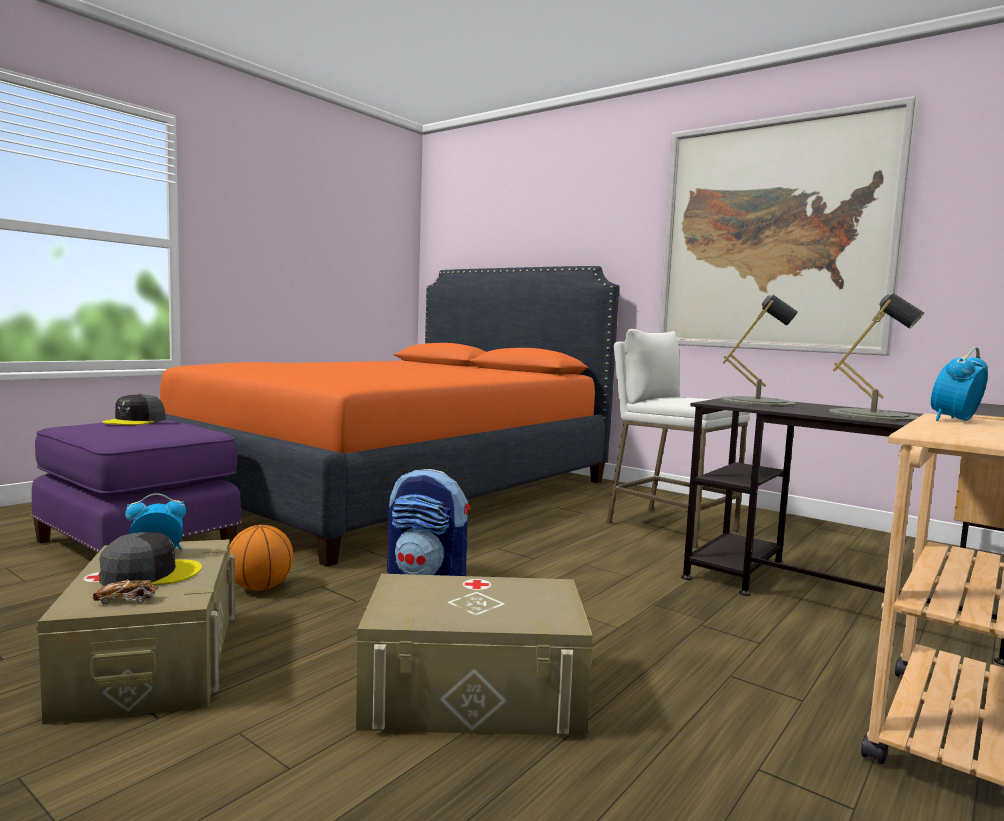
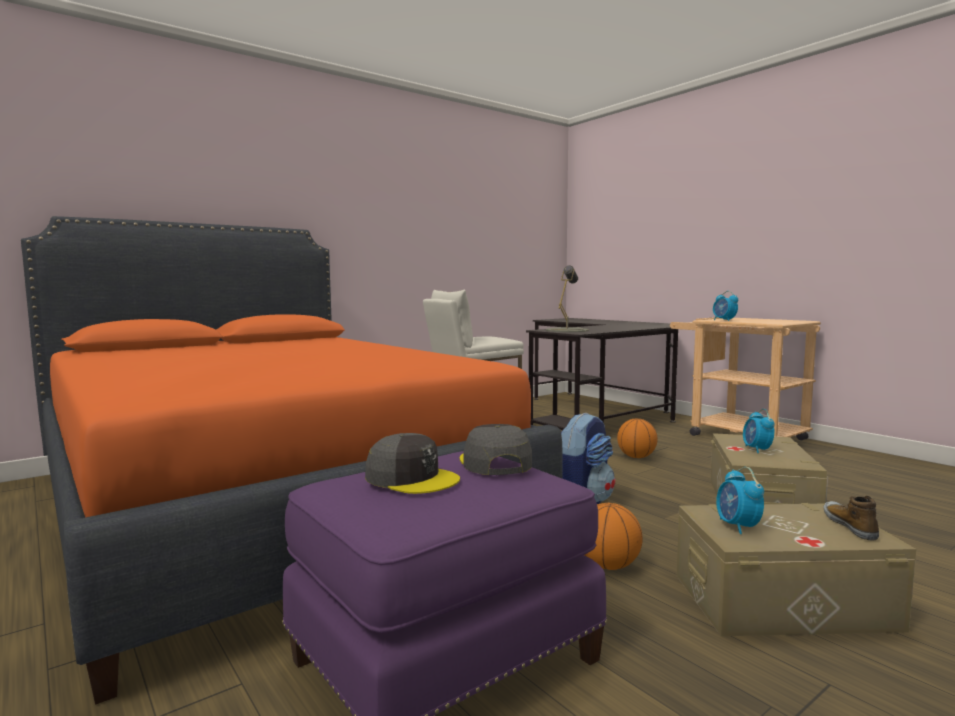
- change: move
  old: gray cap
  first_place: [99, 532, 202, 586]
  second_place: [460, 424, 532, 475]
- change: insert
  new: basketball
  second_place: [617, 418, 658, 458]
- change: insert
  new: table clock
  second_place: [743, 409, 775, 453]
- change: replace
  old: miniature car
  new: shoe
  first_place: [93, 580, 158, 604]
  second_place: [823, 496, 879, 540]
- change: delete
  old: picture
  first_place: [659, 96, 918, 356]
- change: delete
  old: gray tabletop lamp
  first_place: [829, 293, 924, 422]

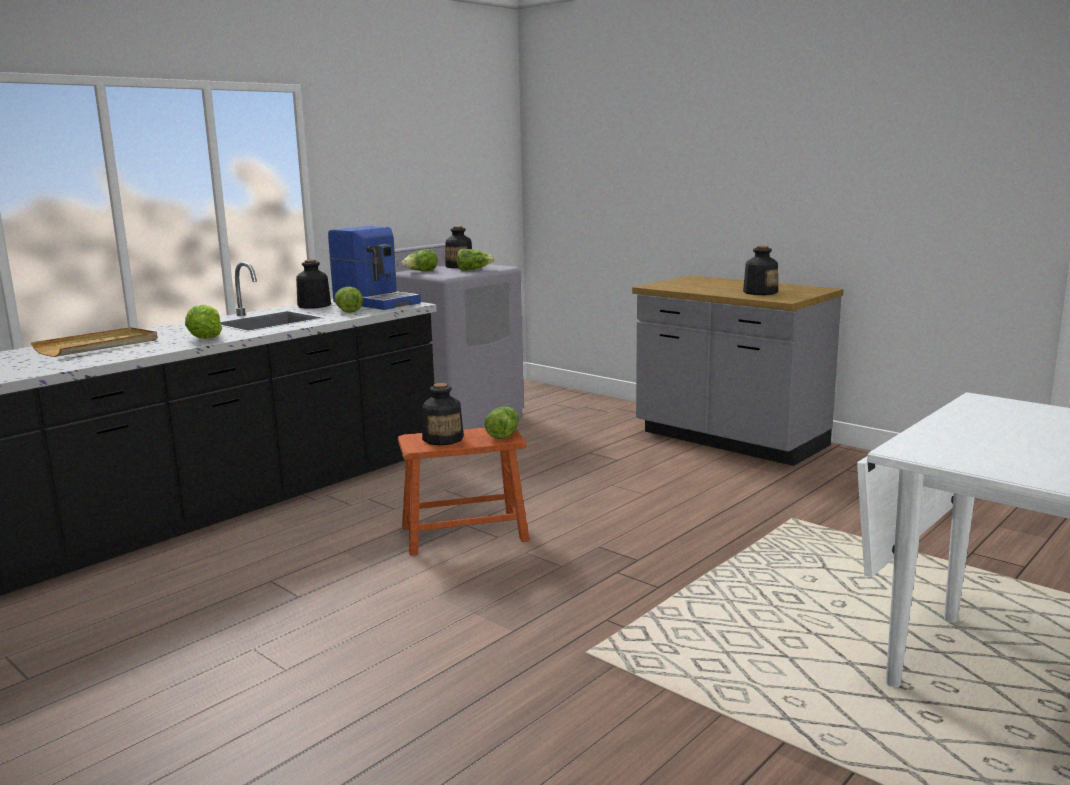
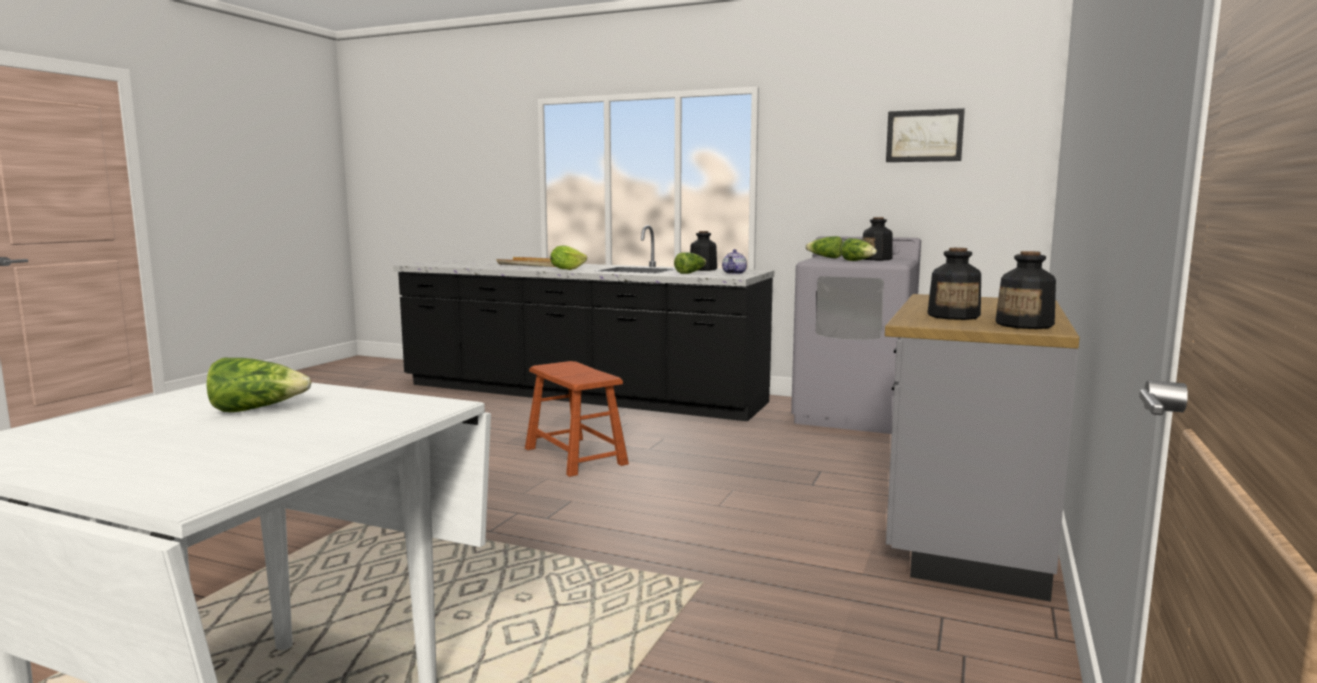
- change: move
  old: lettuce
  first_place: [484, 407, 519, 439]
  second_place: [207, 358, 311, 412]
- change: replace
  old: coffee machine
  new: teapot
  first_place: [328, 226, 421, 310]
  second_place: [722, 249, 747, 274]
- change: insert
  new: picture
  second_place: [886, 108, 965, 162]
- change: move
  old: drink bottle
  first_place: [422, 383, 464, 445]
  second_place: [995, 251, 1056, 329]

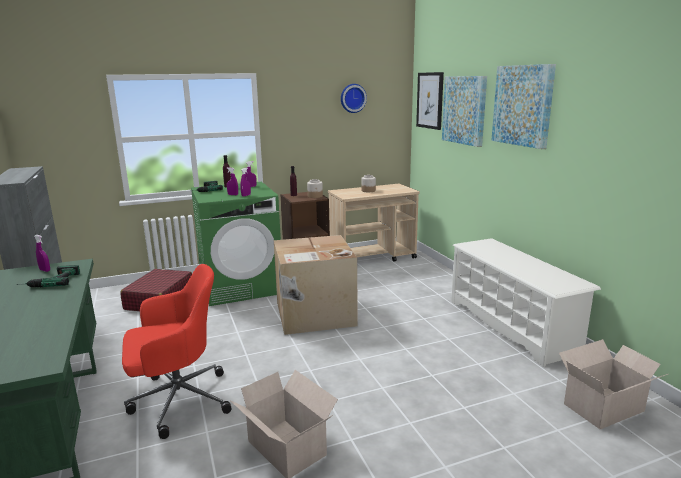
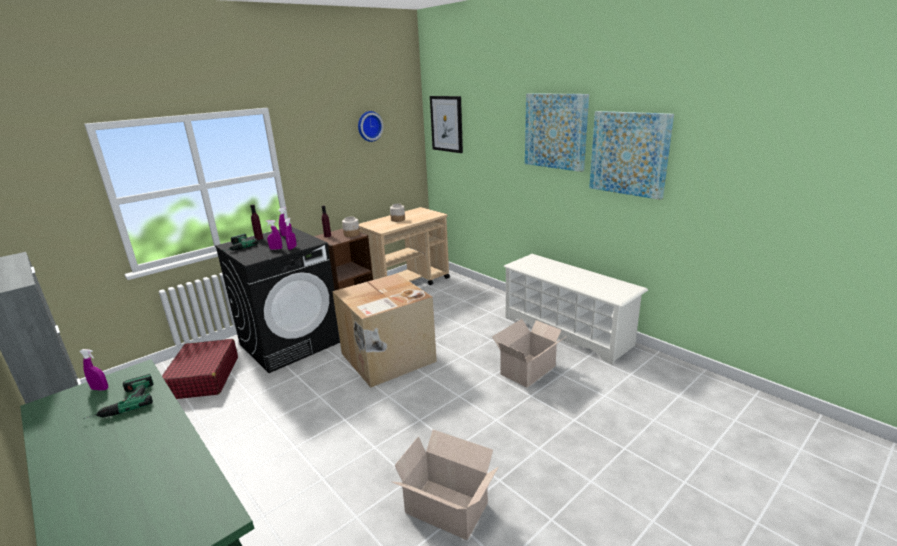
- change: recolor
  old: greenish laundry appliance
  new: blackish laundry appliance
  first_place: [191, 182, 281, 306]
  second_place: [215, 226, 340, 373]
- change: move
  old: carton
  first_place: [559, 339, 668, 429]
  second_place: [492, 319, 567, 388]
- change: move
  old: picture
  first_place: [442, 76, 487, 147]
  second_place: [589, 111, 674, 200]
- change: delete
  old: red office chair
  first_place: [122, 264, 231, 439]

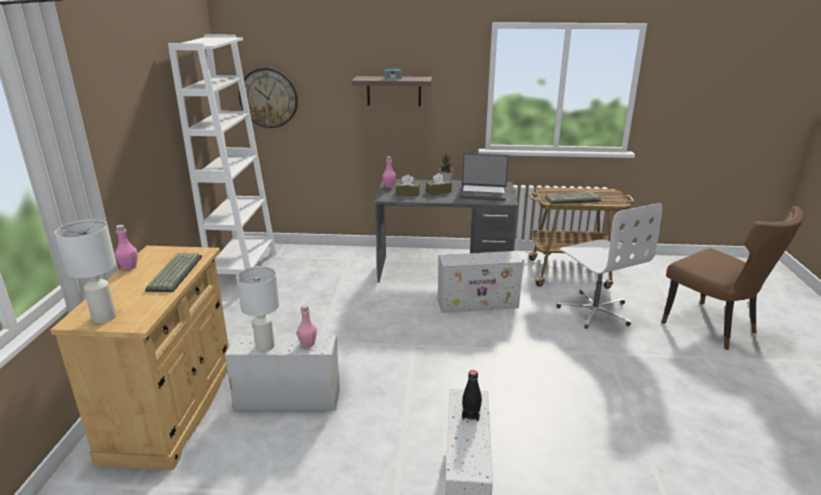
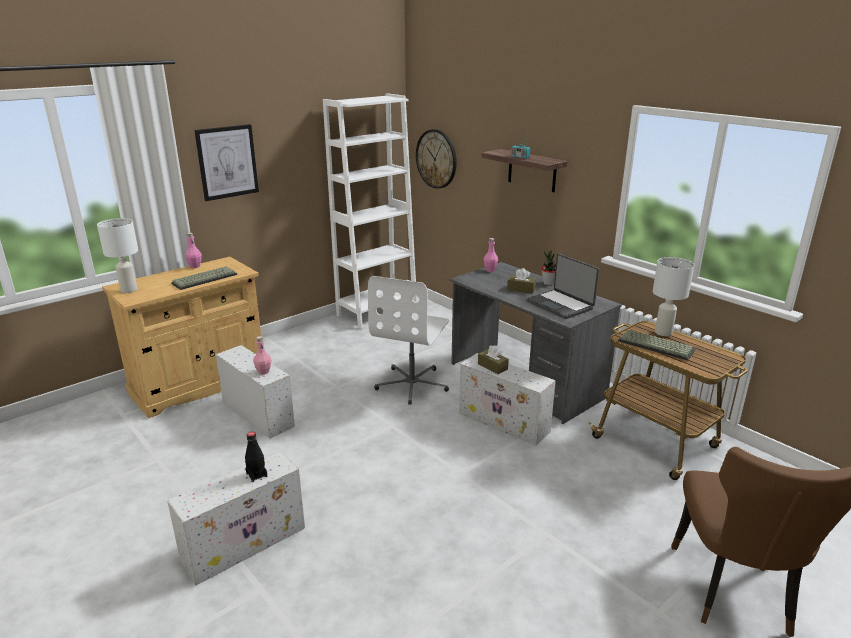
- change: insert
  new: picture
  second_place: [194, 124, 259, 201]
- change: move
  old: white office chair
  first_place: [557, 203, 662, 329]
  second_place: [368, 276, 449, 405]
- change: move
  old: brown-coloured tissue box
  first_place: [396, 175, 420, 196]
  second_place: [478, 345, 509, 374]
- change: move
  old: white tabletop lamp
  first_place: [236, 266, 279, 352]
  second_place: [653, 257, 694, 336]

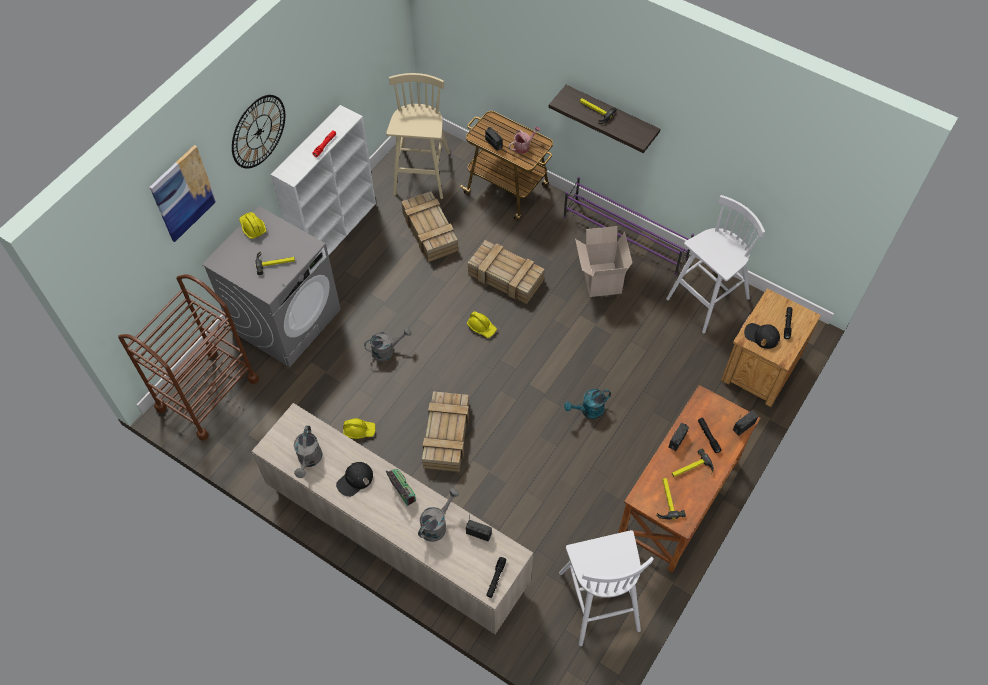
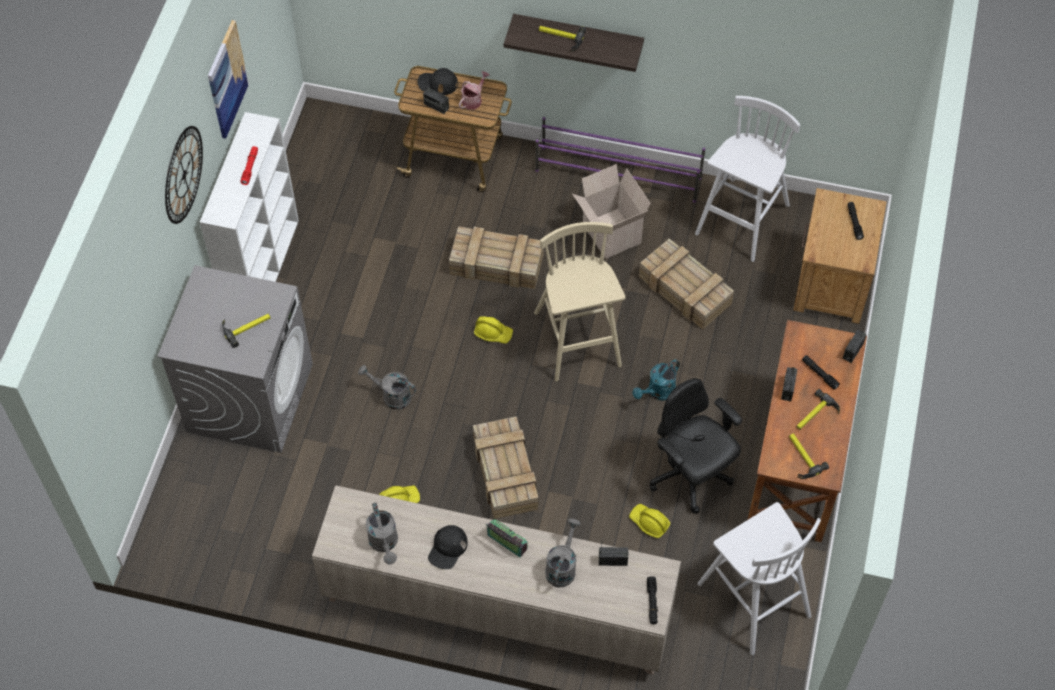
- change: move
  old: picture
  first_place: [149, 145, 216, 242]
  second_place: [208, 20, 249, 139]
- change: rotate
  old: gray watering pot
  first_place: [364, 327, 411, 361]
  second_place: [358, 365, 416, 410]
  degrees: -120
- change: move
  old: blackish cap
  first_place: [744, 323, 780, 349]
  second_place: [417, 68, 458, 95]
- change: move
  old: beige-coloured sitting stool
  first_place: [386, 73, 450, 199]
  second_place: [534, 222, 625, 382]
- change: move
  old: yellowish safety helmet
  first_place: [239, 212, 266, 239]
  second_place: [629, 504, 670, 538]
- change: move
  old: packing crate
  first_place: [401, 191, 458, 262]
  second_place: [639, 239, 734, 329]
- change: insert
  new: blackish office chair
  second_place: [650, 378, 742, 514]
- change: delete
  old: brown-coloured wheeled cart
  first_place: [118, 274, 259, 441]

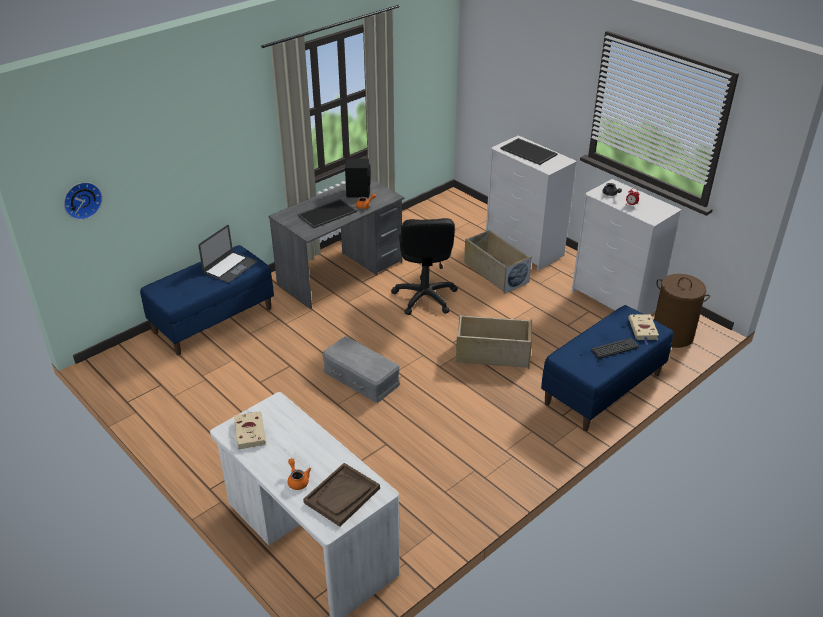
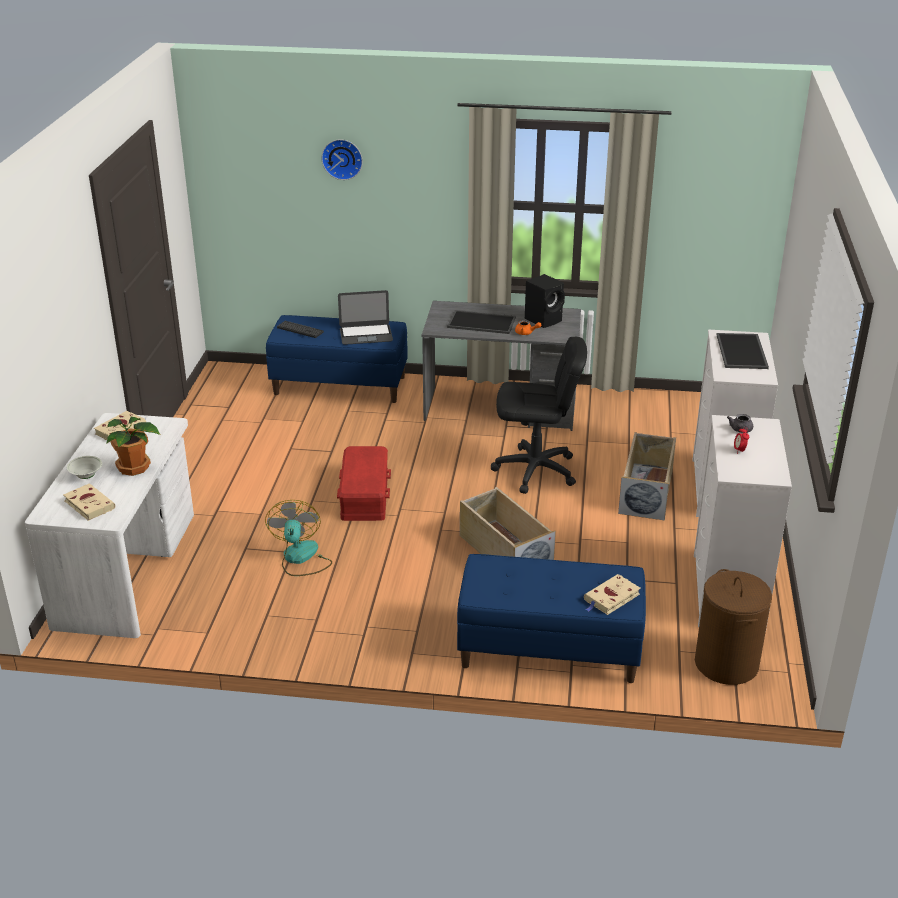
- change: replace
  old: brown-coloured tray
  new: beige-coloured book
  first_place: [303, 463, 380, 527]
  second_place: [63, 484, 116, 521]
- change: replace
  old: orange teapot
  new: white deep dish
  first_place: [288, 458, 311, 490]
  second_place: [67, 456, 102, 479]
- change: insert
  new: potted plant
  second_place: [106, 417, 160, 476]
- change: insert
  new: electric fan
  second_place: [265, 500, 332, 576]
- change: move
  old: computer keyboard
  first_place: [591, 338, 639, 359]
  second_place: [277, 321, 324, 338]
- change: move
  old: hanging clock
  first_place: [64, 182, 103, 220]
  second_place: [321, 139, 363, 180]
- change: recolor
  old: gray storage bin
  new: red storage bin
  first_place: [322, 336, 400, 403]
  second_place: [337, 446, 391, 521]
- change: rotate
  old: blackish office chair
  first_place: [391, 218, 458, 315]
  second_place: [491, 337, 587, 494]
  degrees: -135

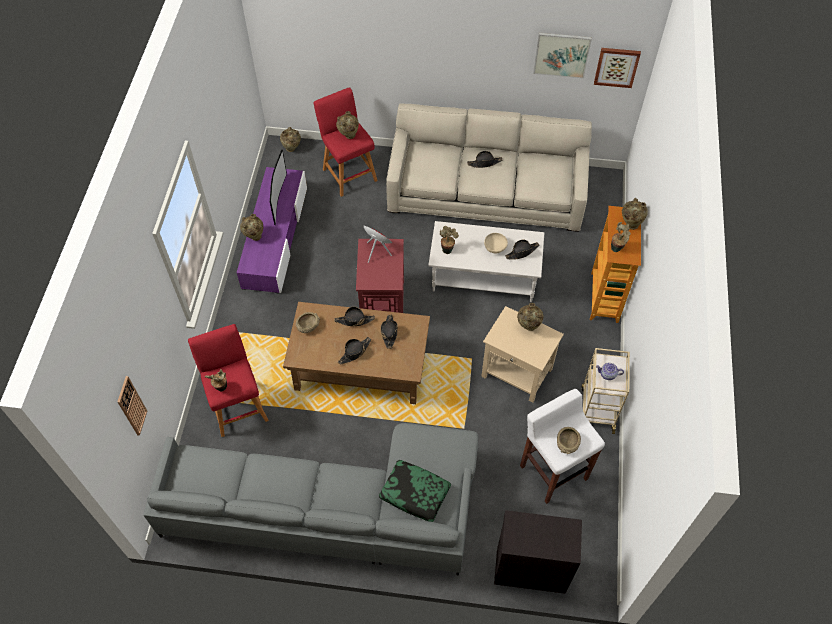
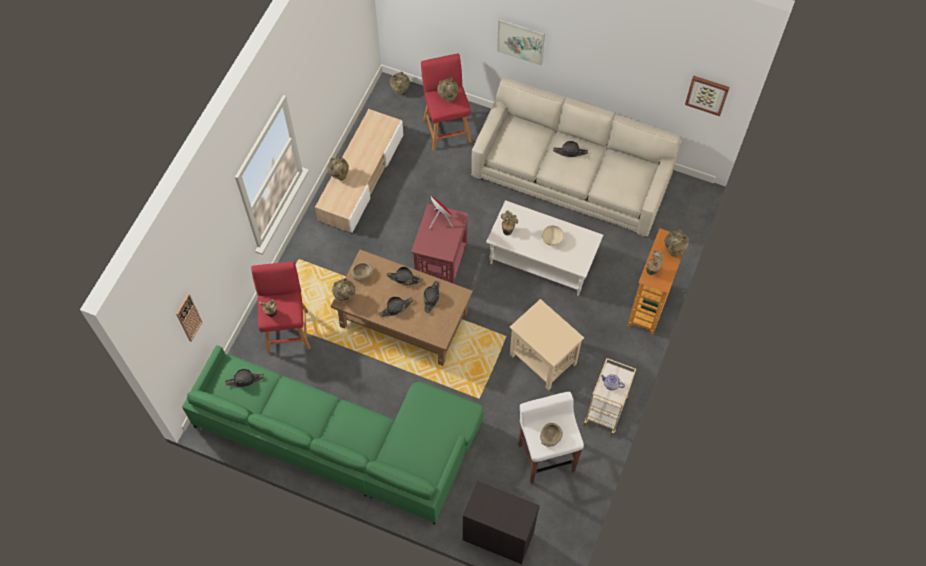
- change: recolor
  old: gray sofa
  new: greenish sofa
  first_place: [143, 423, 478, 576]
  second_place: [182, 345, 484, 525]
- change: move
  old: blackish hat
  first_place: [505, 240, 540, 260]
  second_place: [225, 369, 264, 387]
- change: recolor
  old: purplish media console
  new: beige-coloured media console
  first_place: [236, 167, 307, 293]
  second_place: [315, 109, 404, 233]
- change: move
  old: beige-coloured vase
  first_place: [517, 303, 544, 331]
  second_place: [332, 278, 355, 302]
- change: move
  old: picture
  first_place: [533, 33, 592, 79]
  second_place: [497, 19, 545, 66]
- change: delete
  old: TV
  first_place: [270, 149, 287, 225]
- change: delete
  old: throw pillow
  first_place: [379, 460, 451, 522]

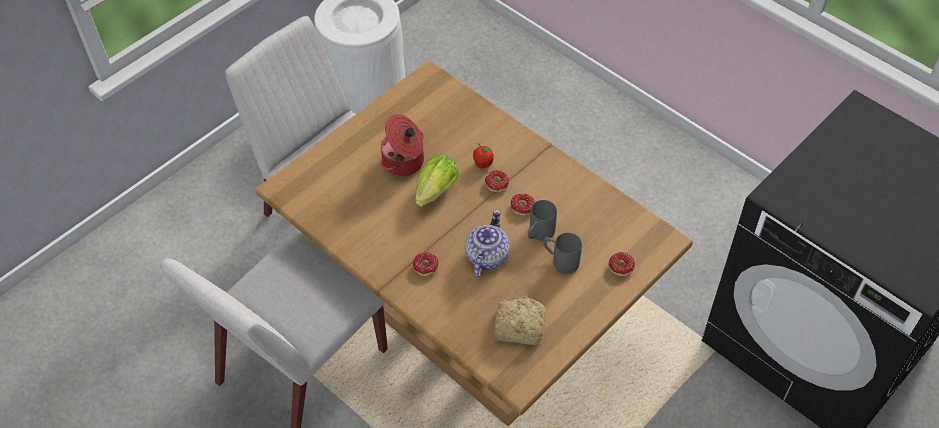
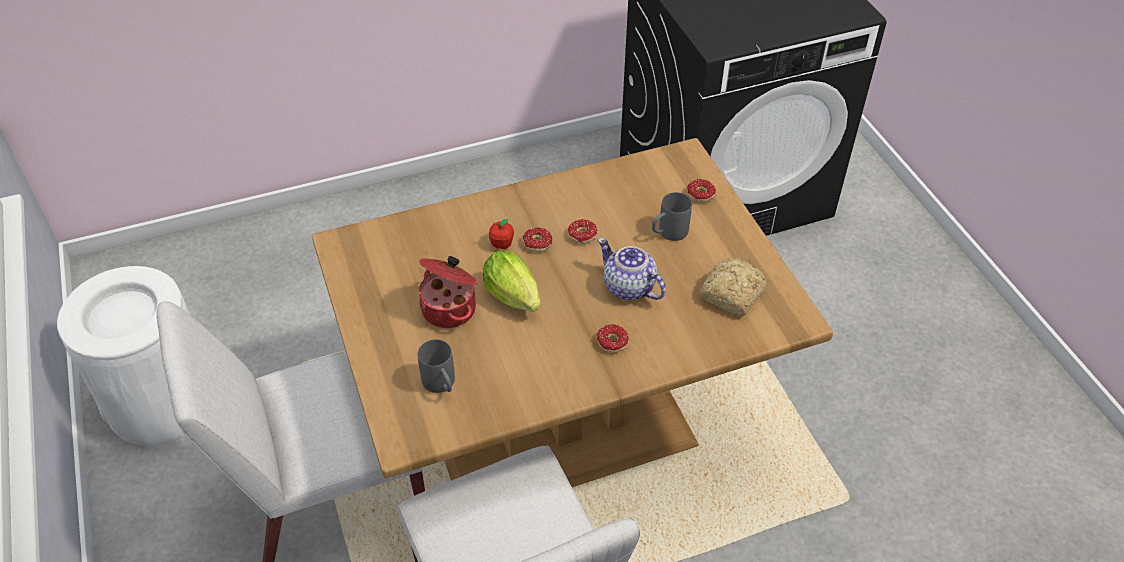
- change: move
  old: gray coffee mug
  first_place: [528, 200, 557, 241]
  second_place: [418, 339, 455, 393]

